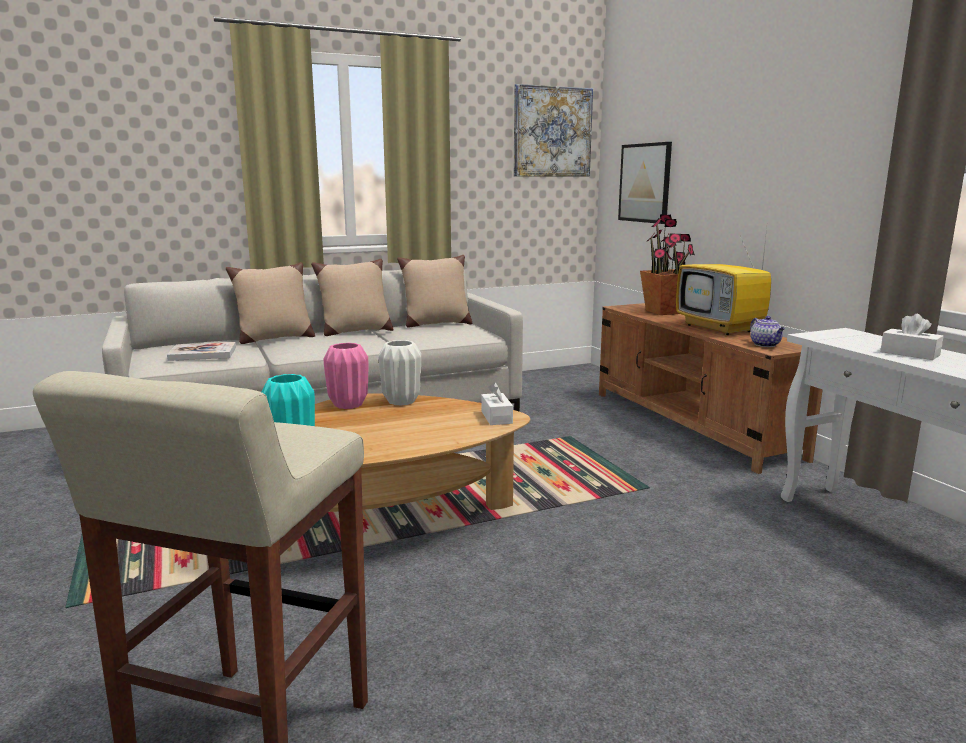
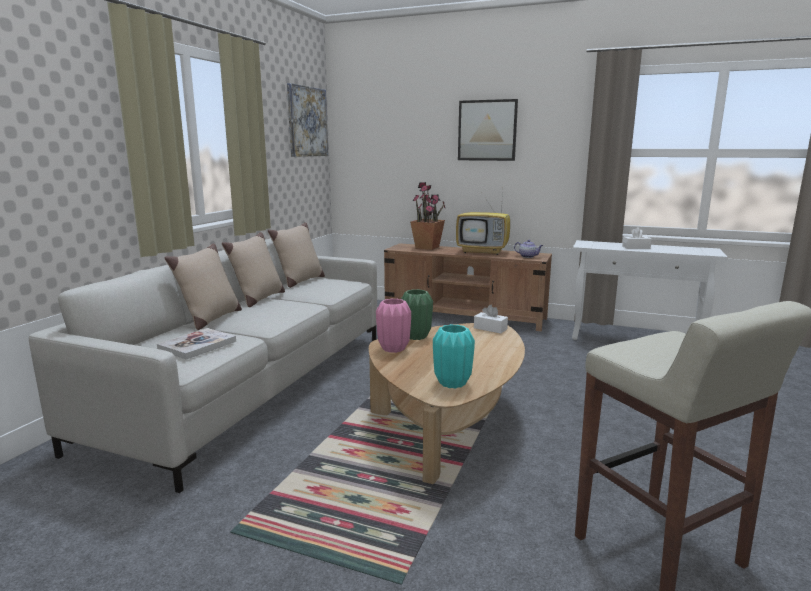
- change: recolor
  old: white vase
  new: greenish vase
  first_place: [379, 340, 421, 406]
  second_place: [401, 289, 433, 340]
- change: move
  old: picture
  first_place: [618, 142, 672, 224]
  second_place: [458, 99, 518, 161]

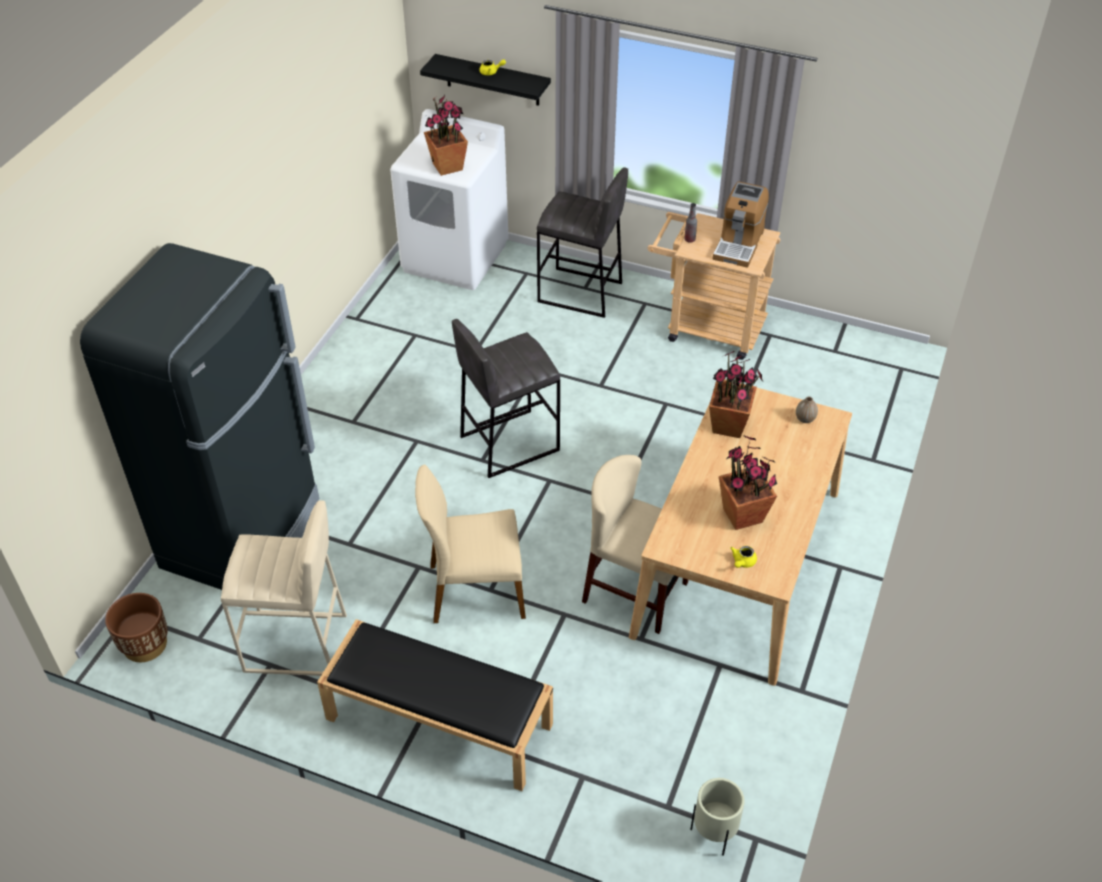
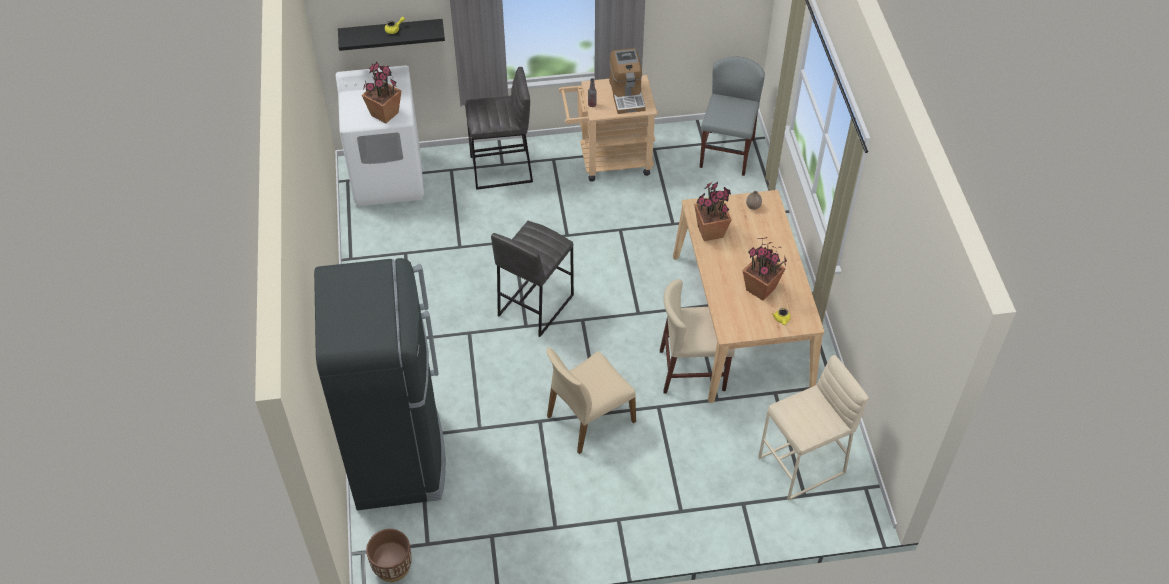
- change: insert
  new: gray chair
  second_place: [700, 57, 765, 176]
- change: move
  old: beige-coloured sitting stool
  first_place: [221, 500, 347, 676]
  second_place: [758, 355, 869, 501]
- change: delete
  old: blackish long seat
  first_place: [317, 619, 553, 791]
- change: delete
  old: beige-coloured plant pot
  first_place: [690, 778, 744, 856]

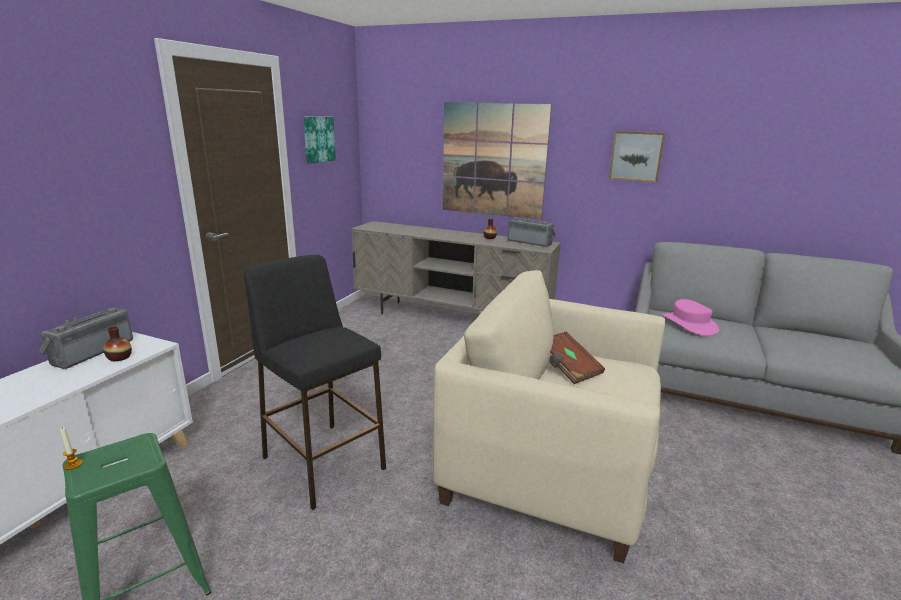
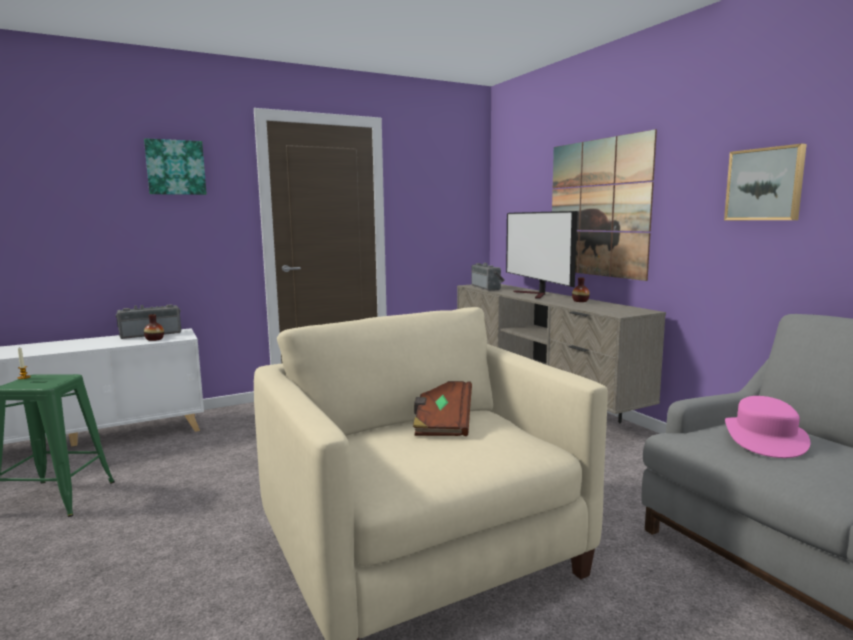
- change: move
  old: picture
  first_place: [303, 117, 336, 164]
  second_place: [144, 138, 207, 195]
- change: move
  old: radio receiver
  first_place: [508, 217, 555, 247]
  second_place: [472, 263, 504, 291]
- change: insert
  new: TV
  second_place: [506, 211, 577, 298]
- change: delete
  old: blackish sitting stool
  first_place: [244, 255, 386, 510]

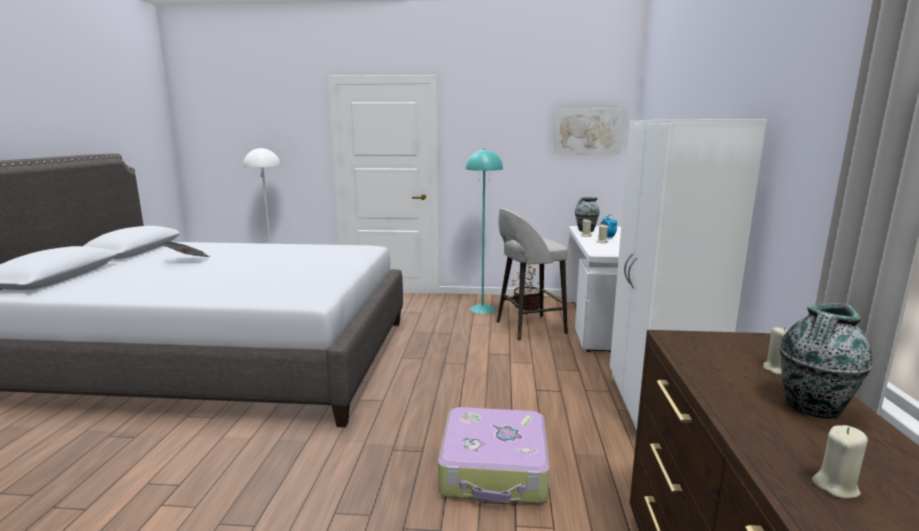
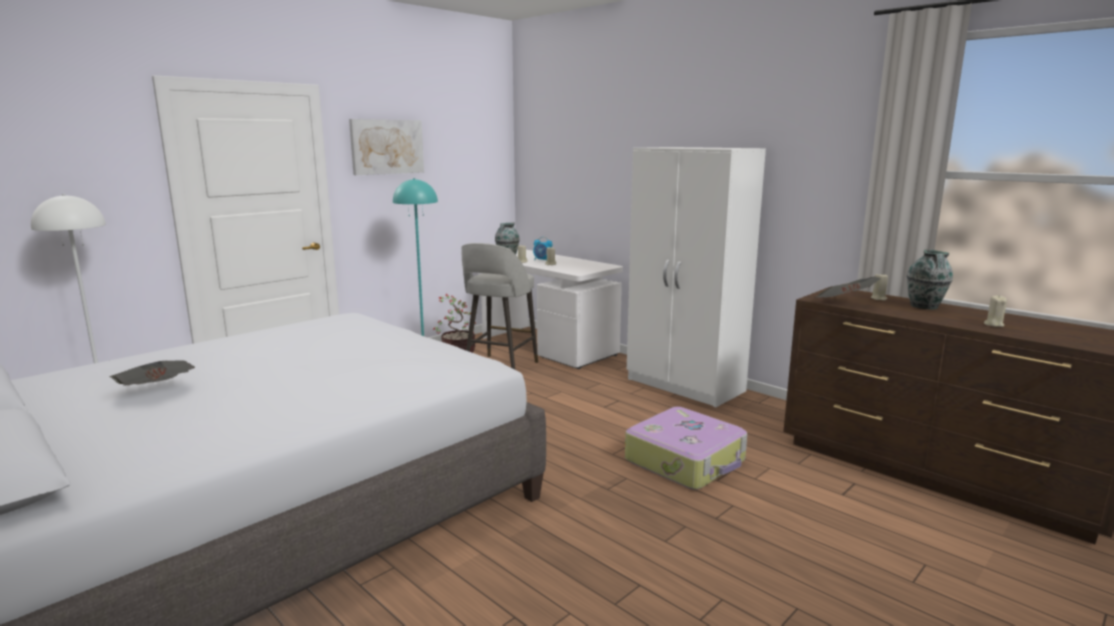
- change: move
  old: picture
  first_place: [554, 109, 624, 154]
  second_place: [349, 119, 424, 175]
- change: insert
  new: printed paper
  second_place: [815, 276, 881, 298]

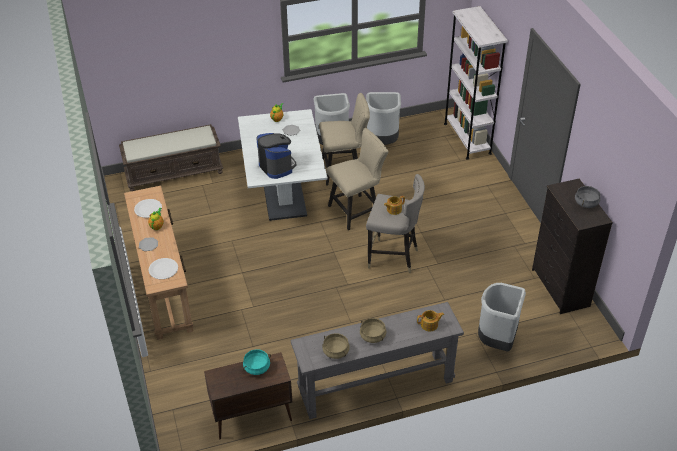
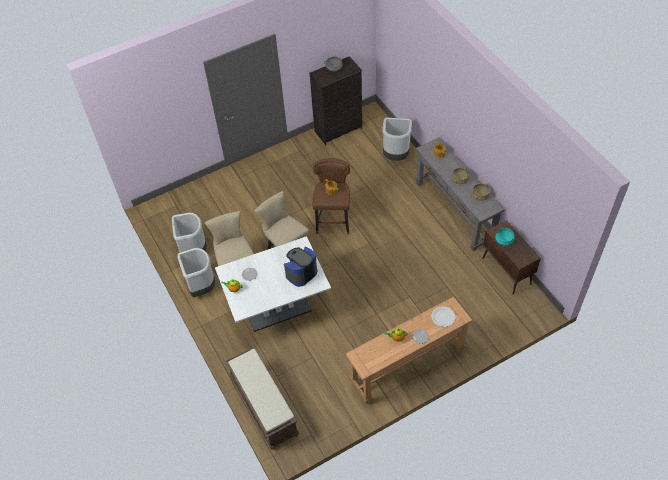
- change: recolor
  old: gray sitting stool
  new: brown-coloured sitting stool
  first_place: [366, 174, 425, 273]
  second_place: [312, 158, 350, 235]
- change: delete
  old: white flat dish
  first_place: [134, 199, 162, 218]
- change: delete
  old: white bookshelf
  first_place: [444, 6, 508, 160]

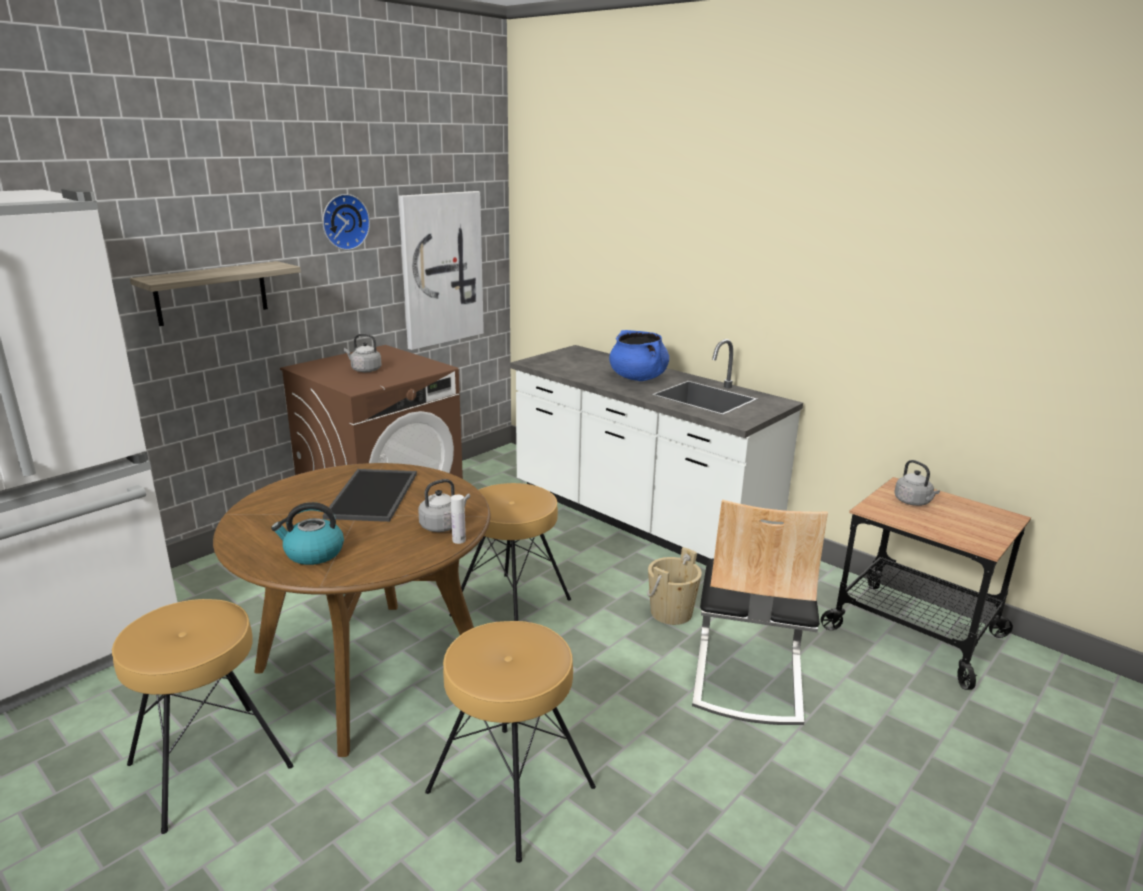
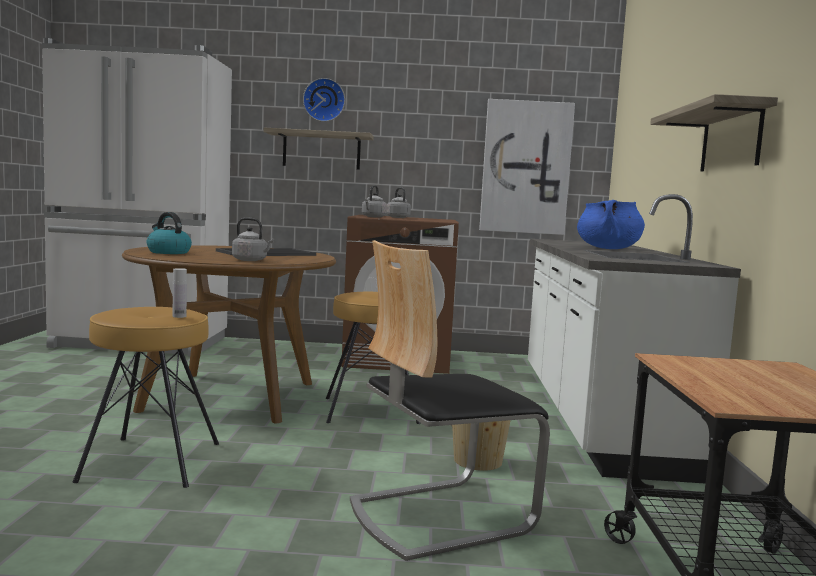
- change: move
  old: white drink bottle
  first_place: [451, 495, 466, 544]
  second_place: [173, 268, 187, 318]
- change: move
  old: hanging clock
  first_place: [322, 194, 370, 250]
  second_place: [303, 78, 345, 122]
- change: move
  old: gray tea kettle
  first_place: [894, 460, 940, 506]
  second_place: [362, 185, 387, 218]
- change: insert
  new: wall shelf
  second_place: [650, 94, 778, 171]
- change: delete
  old: brown-coloured sitting stool
  first_place: [112, 599, 293, 834]

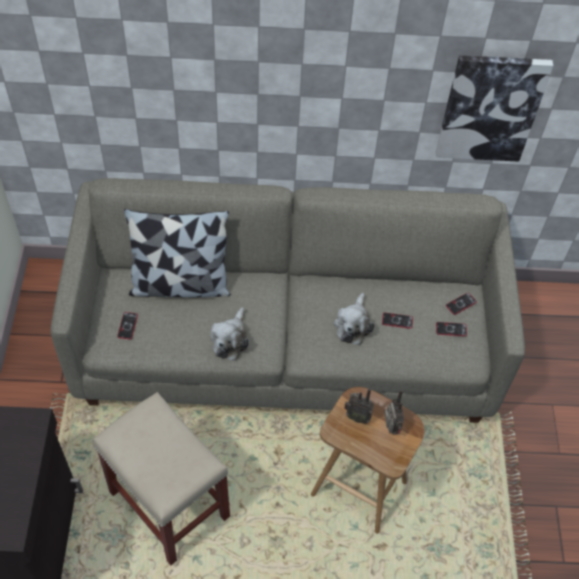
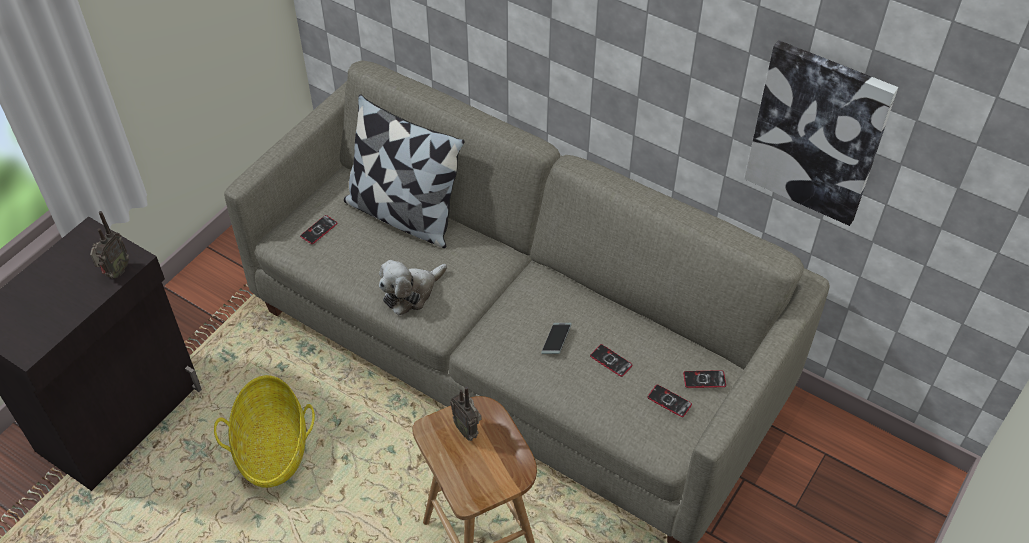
- change: move
  old: radio receiver
  first_place: [384, 389, 404, 435]
  second_place: [90, 211, 129, 278]
- change: replace
  old: beige-coloured sitting stool
  new: household basket
  first_place: [93, 392, 230, 565]
  second_place: [214, 375, 315, 488]
- change: replace
  old: cuddly toy
  new: telephone
  first_place: [334, 293, 374, 345]
  second_place: [541, 323, 572, 354]

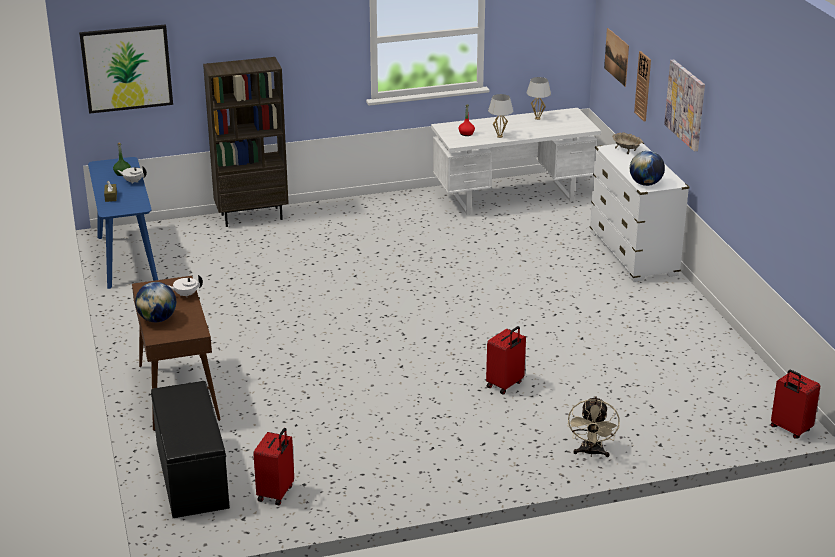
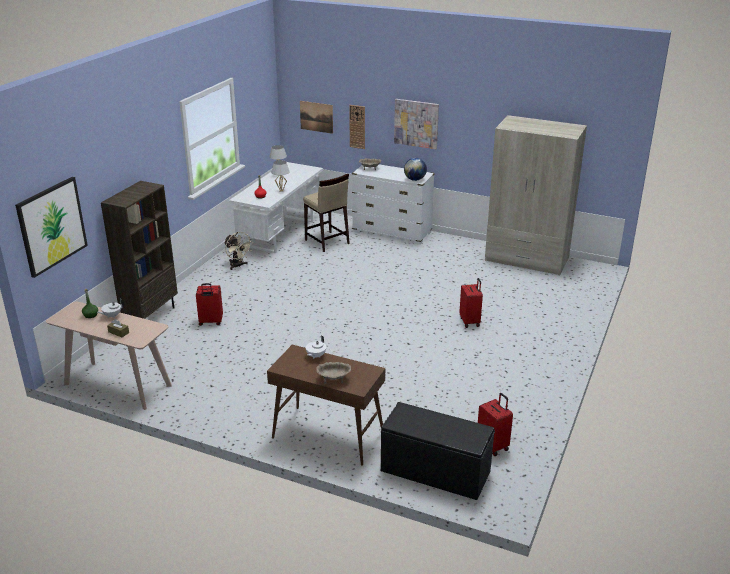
- change: recolor
  old: bluish console table
  new: beige-coloured console table
  first_place: [88, 157, 158, 289]
  second_place: [46, 302, 172, 410]
- change: move
  old: red piece of luggage
  first_place: [770, 370, 820, 439]
  second_place: [196, 283, 223, 326]
- change: move
  old: beige-coloured electric fan
  first_place: [568, 396, 620, 457]
  second_place: [224, 232, 253, 270]
- change: insert
  new: beige-coloured sitting stool
  second_place: [303, 173, 350, 252]
- change: replace
  old: desk globe
  new: beige-coloured deep dish
  first_place: [135, 282, 176, 322]
  second_place: [316, 362, 351, 384]
- change: insert
  new: beige-coloured clothes cupboard
  second_place: [485, 115, 587, 276]

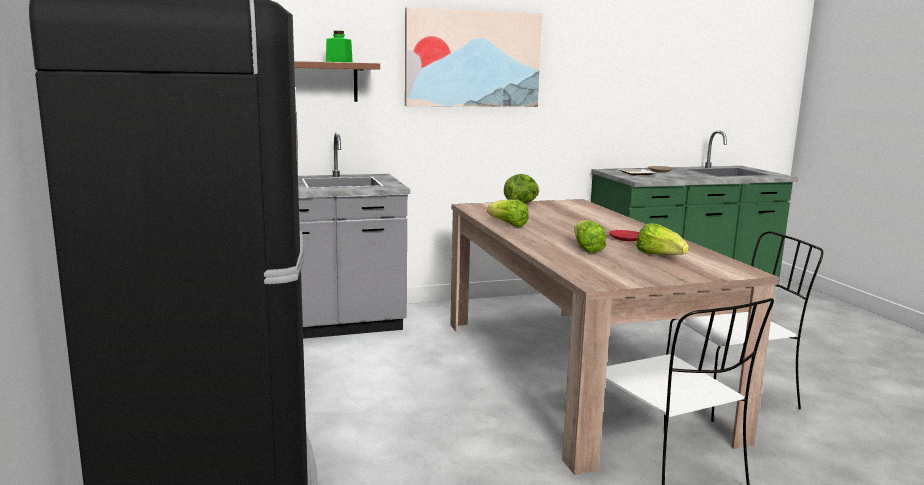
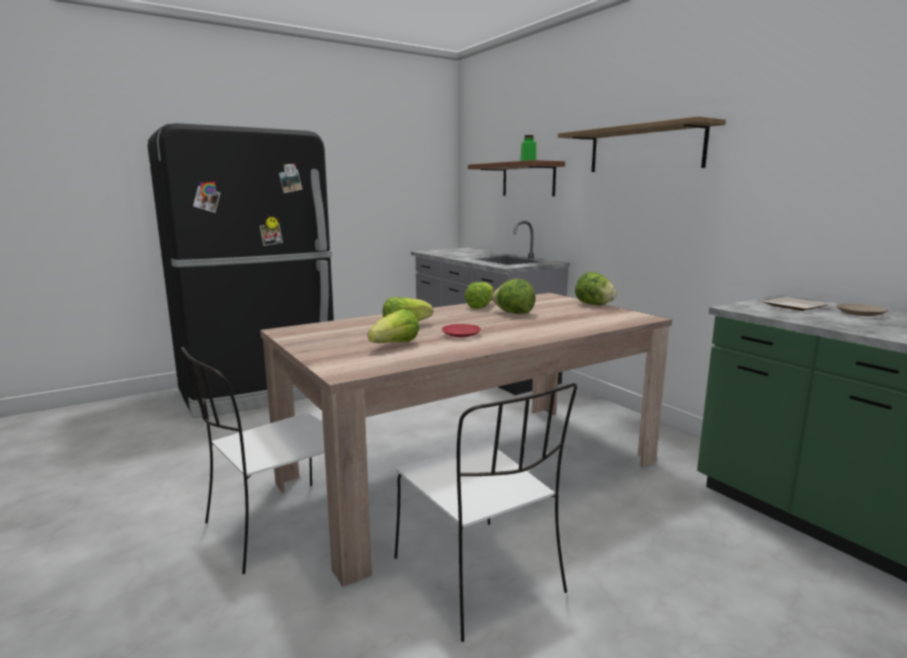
- change: insert
  new: lettuce
  second_place: [492, 279, 536, 314]
- change: replace
  old: picture
  new: wall shelf
  first_place: [405, 7, 542, 107]
  second_place: [558, 116, 726, 172]

